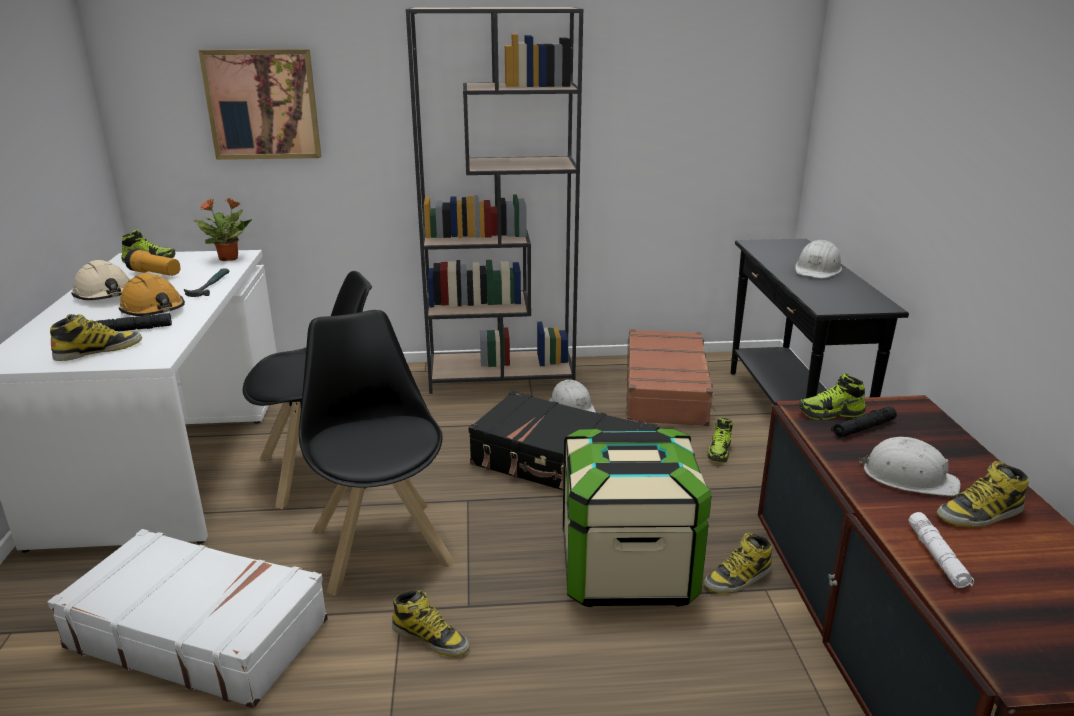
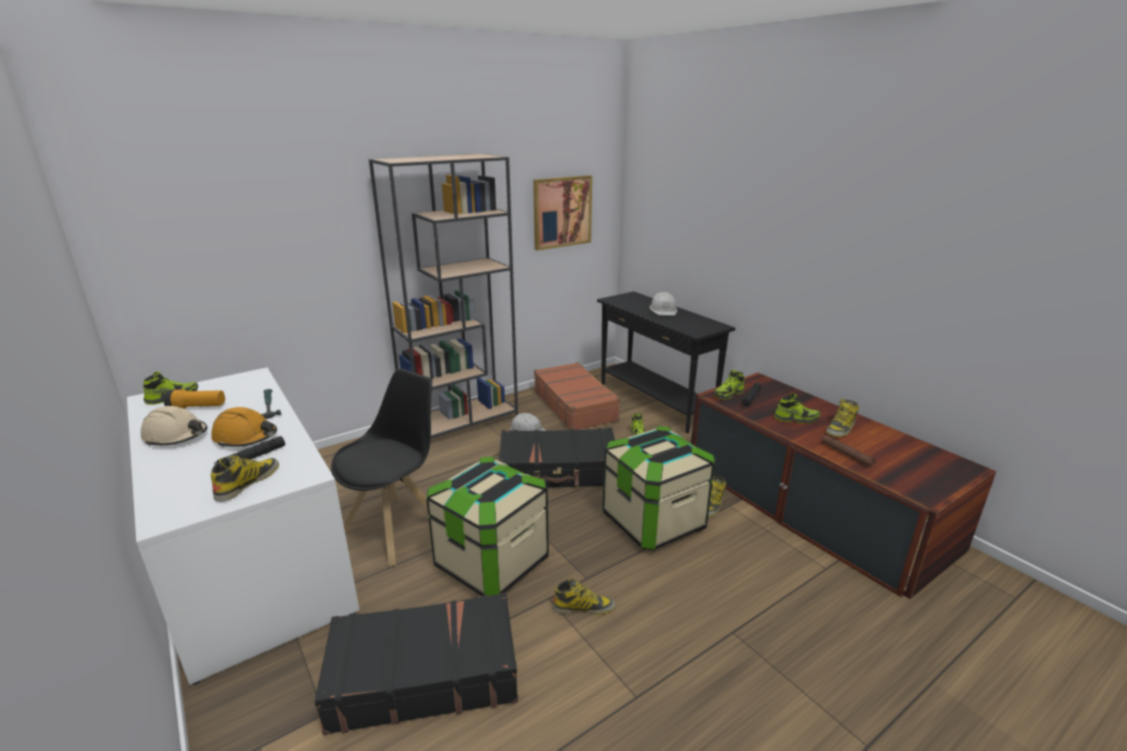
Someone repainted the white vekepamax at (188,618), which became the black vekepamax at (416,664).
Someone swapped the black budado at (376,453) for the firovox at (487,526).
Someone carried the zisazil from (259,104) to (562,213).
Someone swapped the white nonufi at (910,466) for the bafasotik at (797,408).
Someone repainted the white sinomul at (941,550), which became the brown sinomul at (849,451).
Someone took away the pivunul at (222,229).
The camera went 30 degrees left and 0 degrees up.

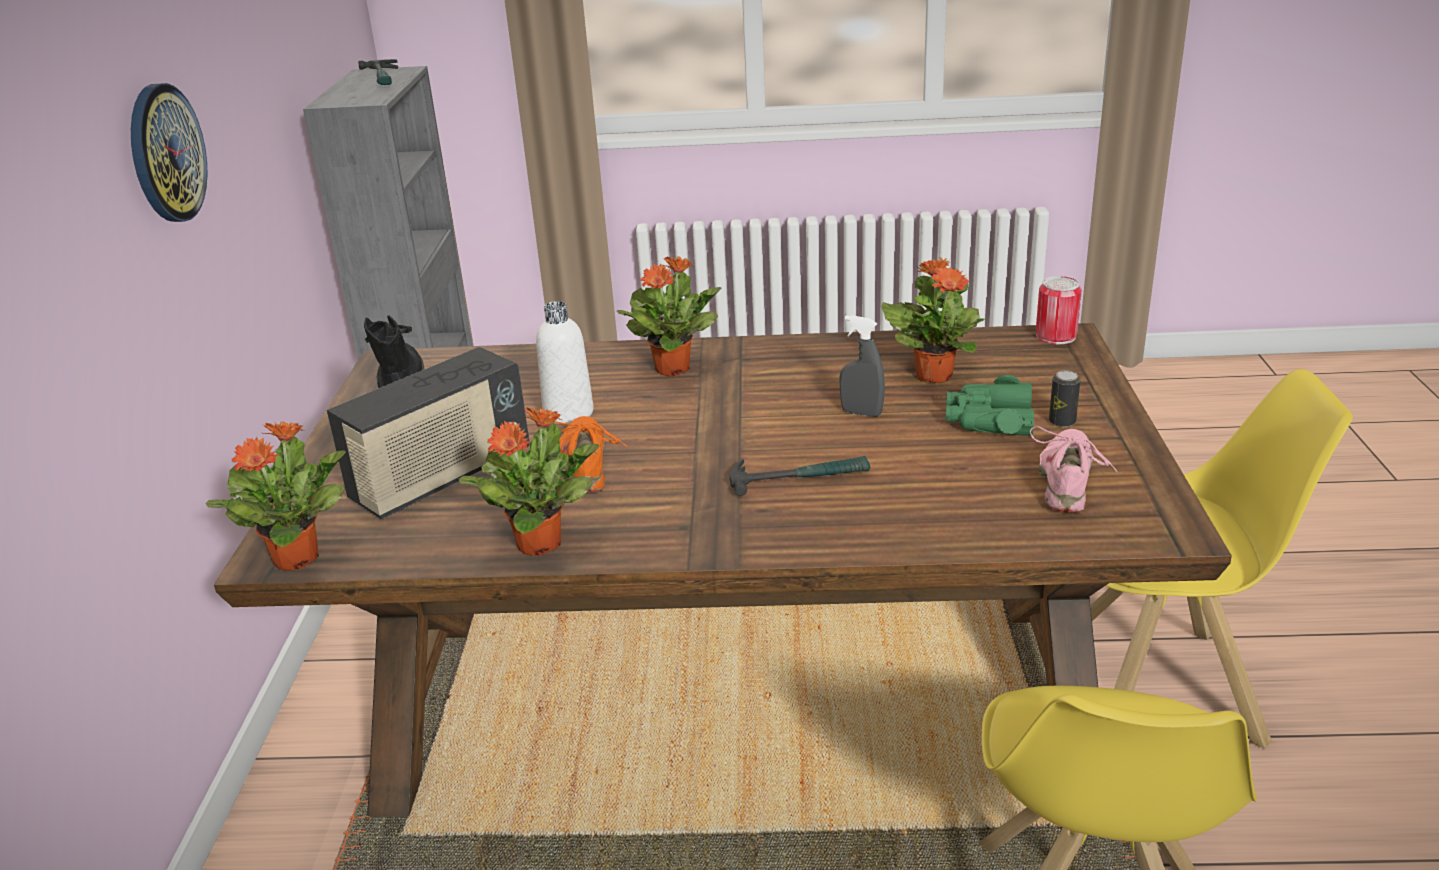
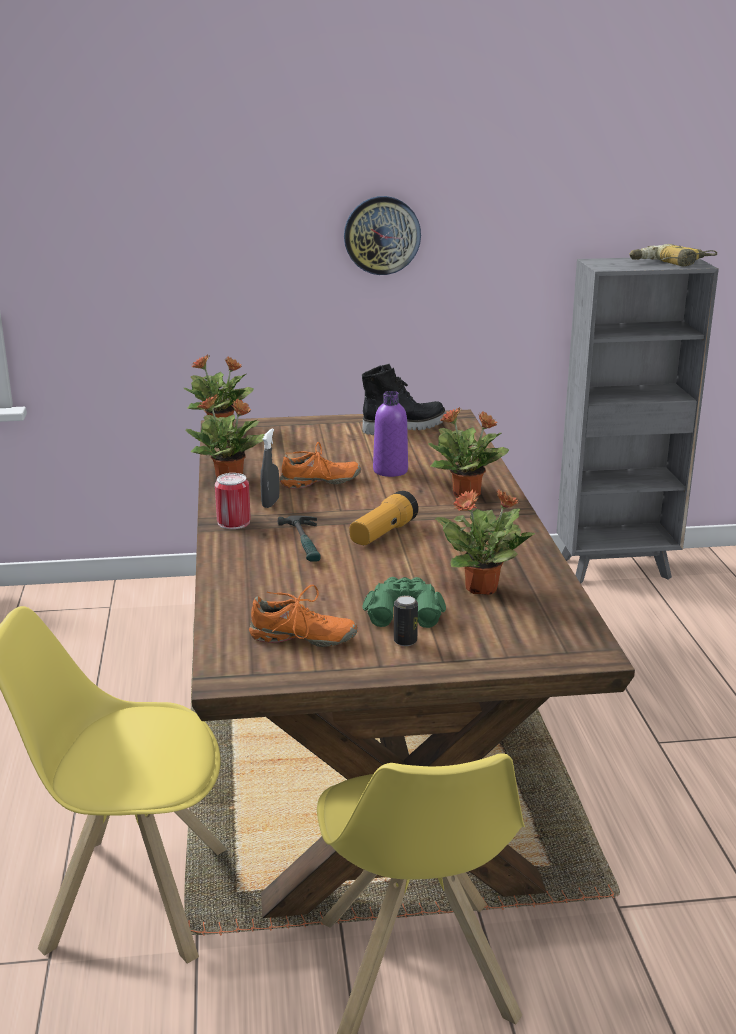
Someone carried the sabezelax from (1059,310) to (233,501).
Someone repainted the pink bafasotik at (1073,469), which became the orange bafasotik at (303,616).
Someone carried the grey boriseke from (862,366) to (269,468).
Someone put down the sinomul at (384,518).
Someone repainted the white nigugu at (565,362), which became the purple nigugu at (390,434).
Someone swapped the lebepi at (378,72) for the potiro at (673,255).
Someone took away the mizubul at (428,433).
The camera went 80 degrees right and 5 degrees down.

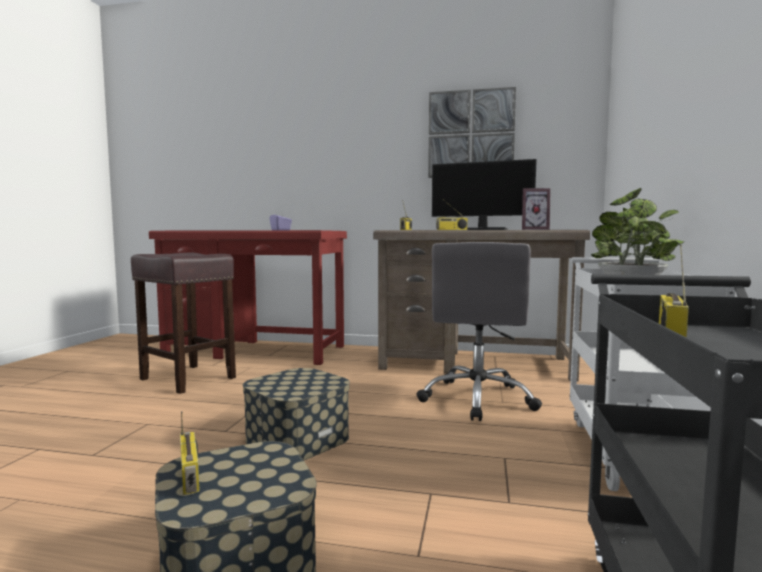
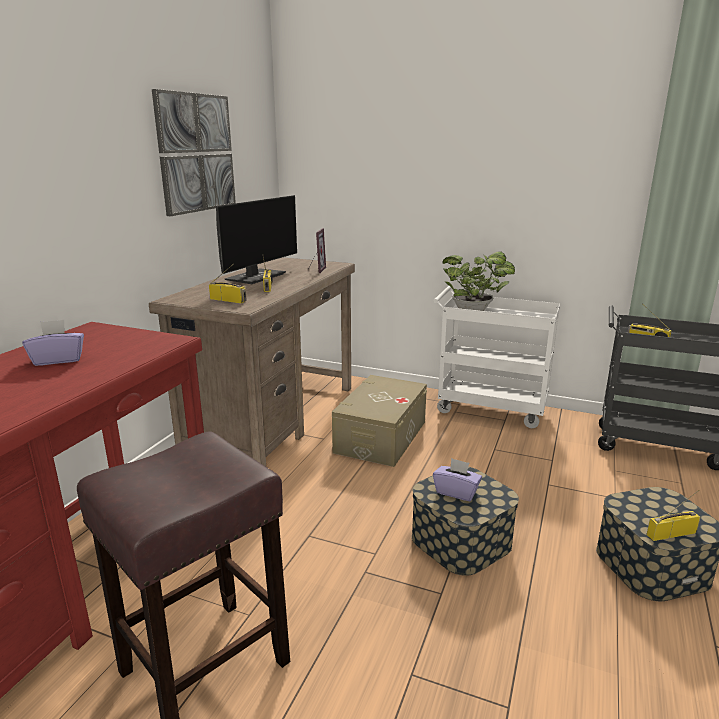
Someone swapped the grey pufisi at (479,331) for the beige firovox at (379,421).
Someone put down the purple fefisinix at (457,479).
The camera went 80 degrees left and 15 degrees up.

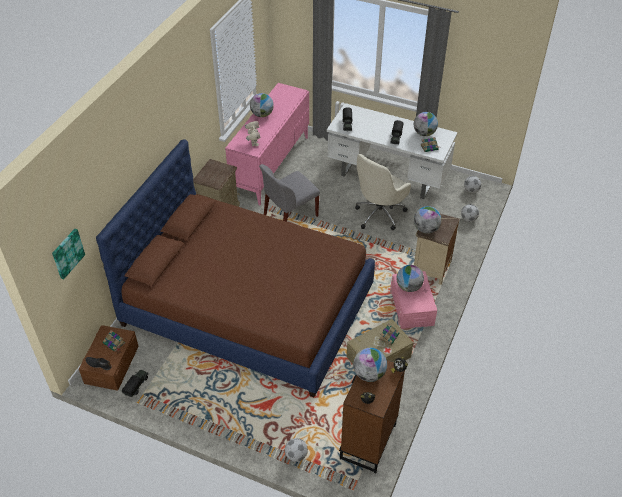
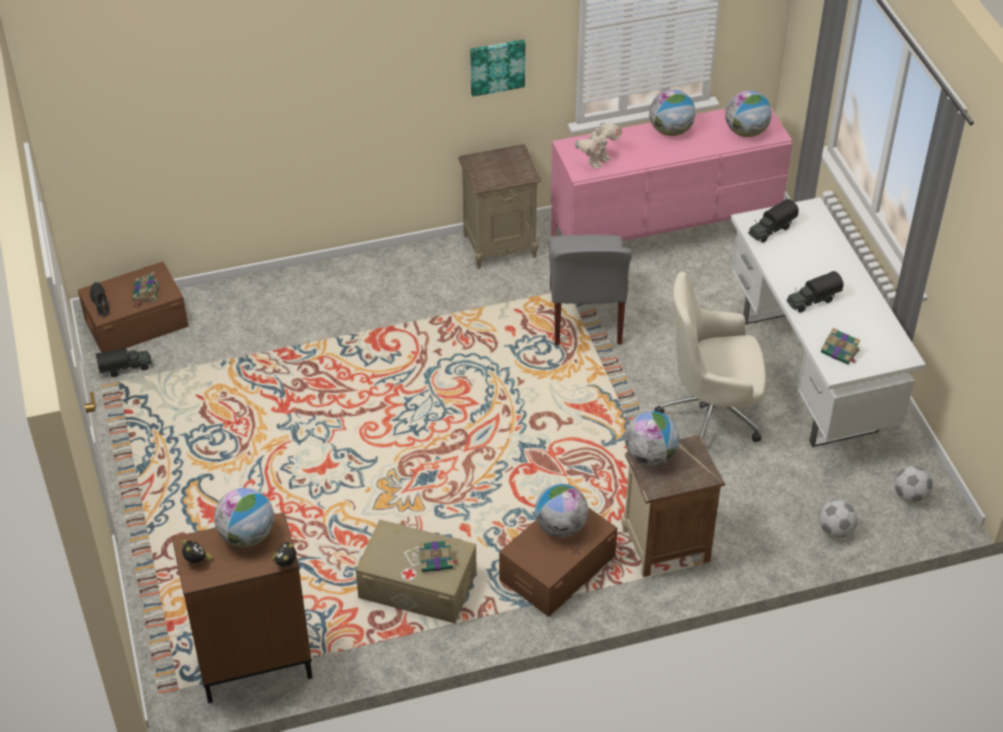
Someone carried the zisazil from (68,254) to (497,68).
Someone repainted the pink firovox at (413,300), which became the brown firovox at (558,562).
Someone rotated the grey budado at (289,193) by 105 degrees counterclockwise.
Someone carried the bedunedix from (426,124) to (748,114).
Someone took away the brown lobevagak at (235,268).
Someone took away the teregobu at (296,450).
The camera went 50 degrees right and 0 degrees up.

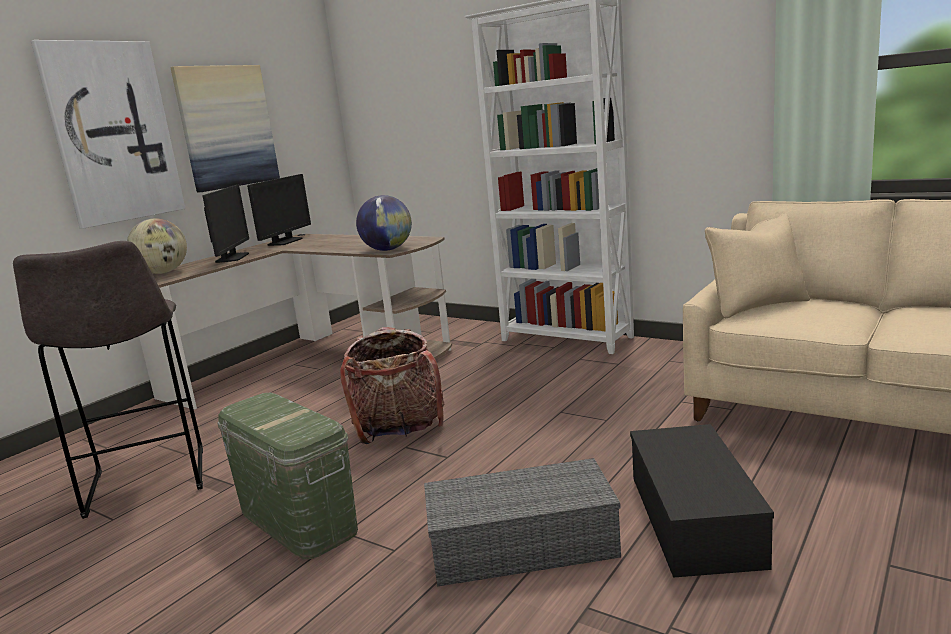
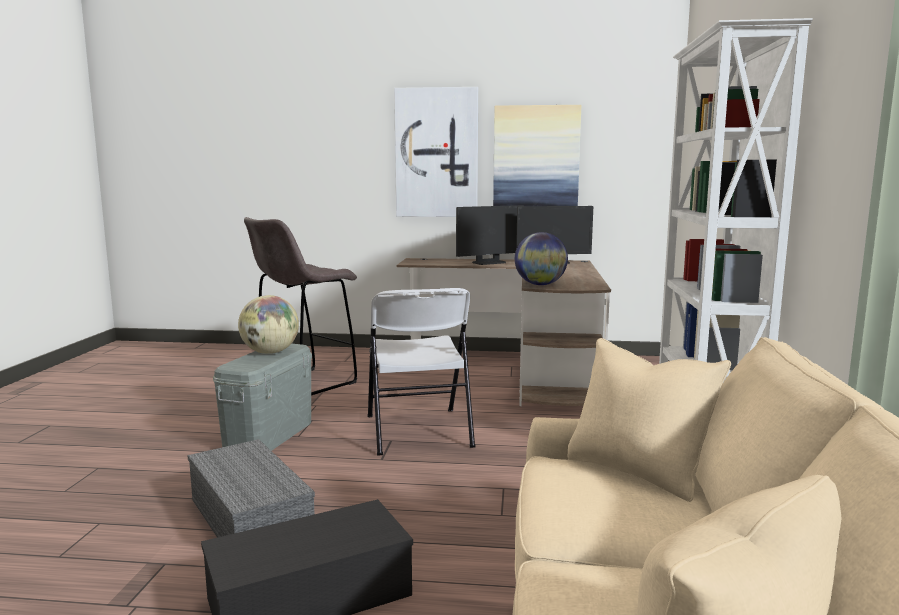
Someone repainted the green firovox at (287,476), which became the grey firovox at (262,397).
Someone carried the bedunedix from (157,246) to (268,324).
Someone swapped the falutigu at (392,385) for the white budado at (421,372).
The camera went 60 degrees right and 5 degrees down.

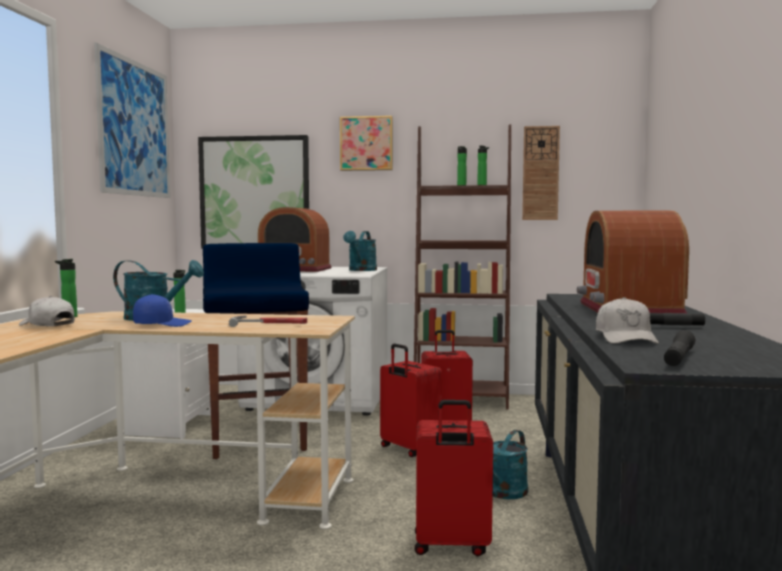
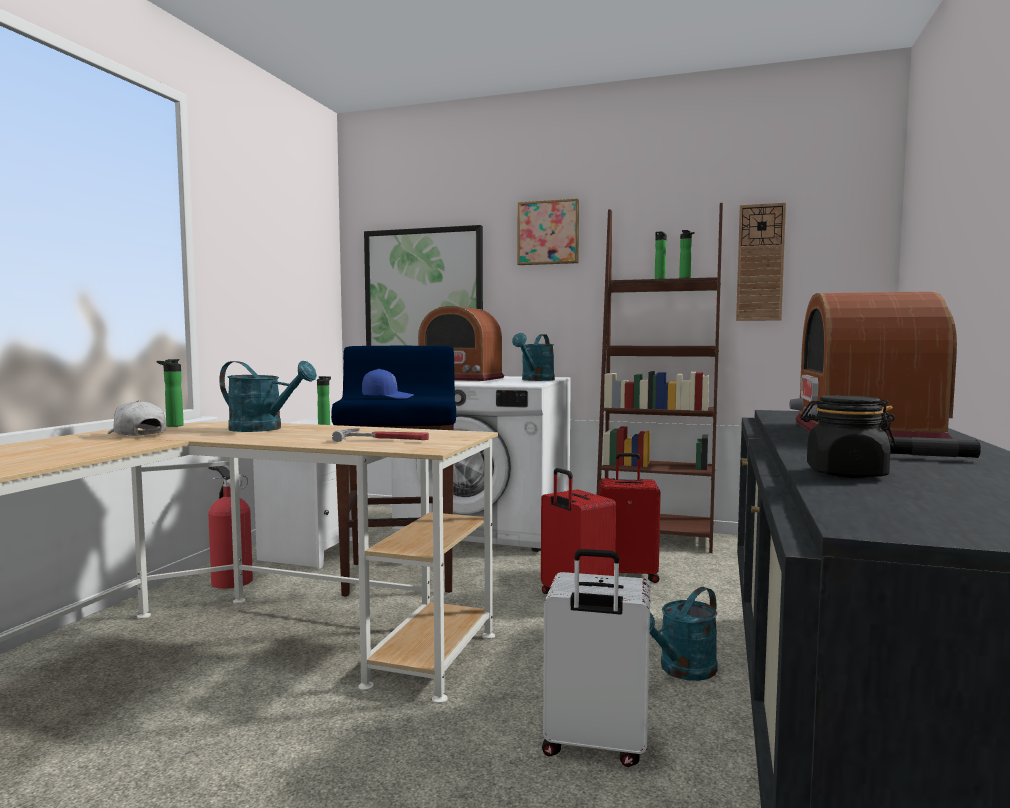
Someone put down the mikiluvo at (230,527).
Someone carried the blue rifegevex from (162,310) to (388,384).
Someone repainted the red vekepamax at (454,478), which became the white vekepamax at (596,658).
Someone swapped the white rifegevex at (627,320) for the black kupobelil at (848,436).
Someone took away the zisazil at (132,120).
Someone took away the black sinomul at (680,348).
The camera went 10 degrees right and 0 degrees up.

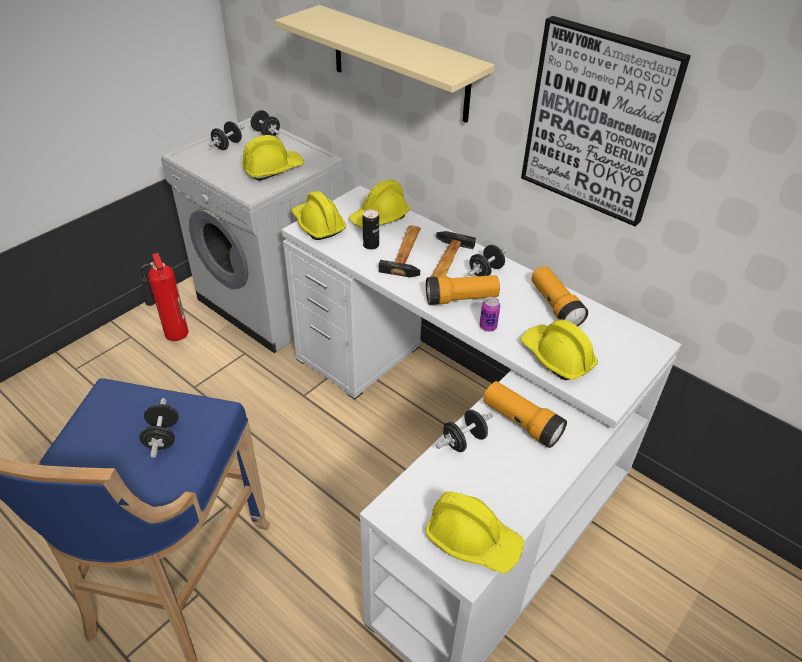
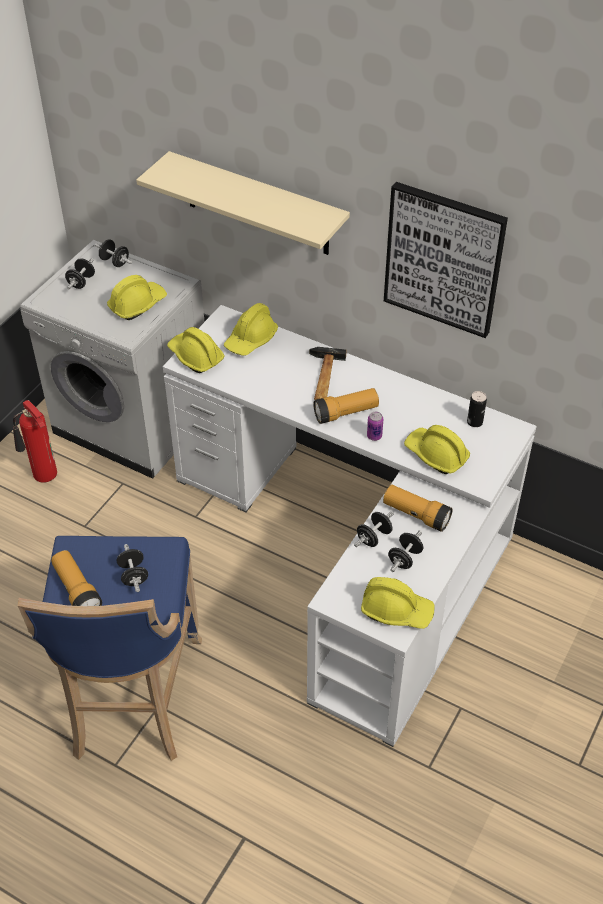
Someone carried the sinomul from (560,296) to (76,578).
Someone carried the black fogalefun from (487,260) to (406,551).
Someone carried the sabezelax from (370,229) to (477,409).
Someone took away the lebepi at (399,251).
The camera went 10 degrees left and 5 degrees up.

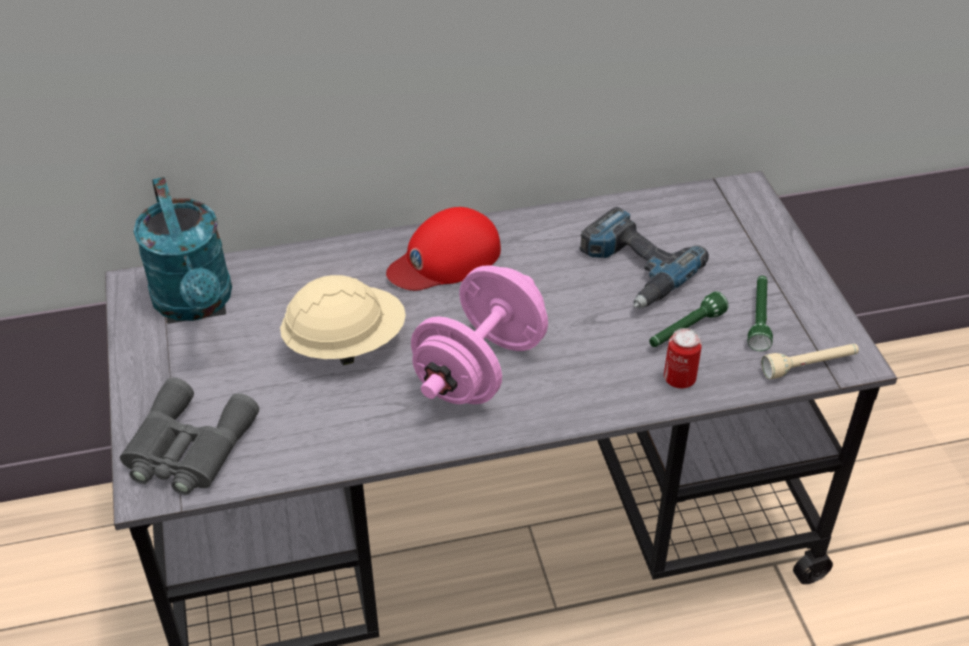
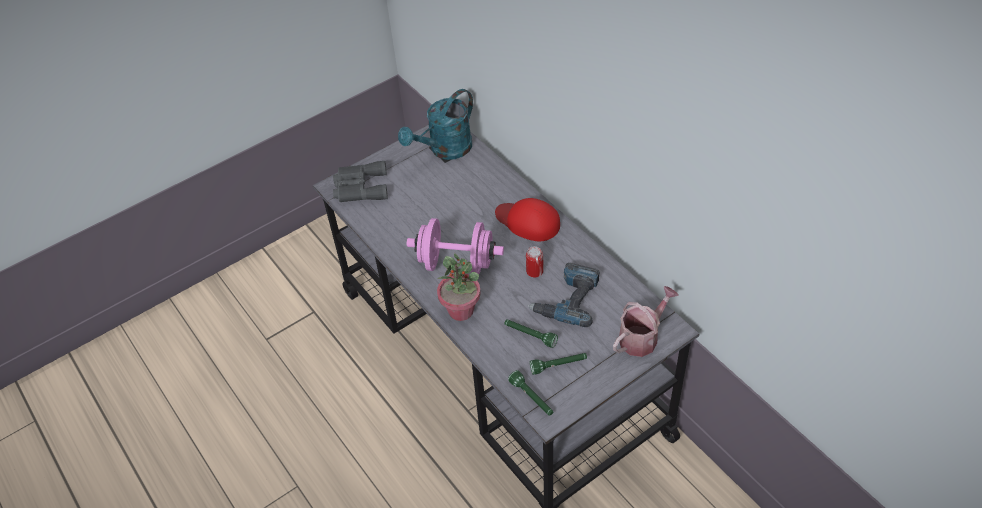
Someone put down the pivunul at (459,287).
Someone repainted the beige sinomul at (810,361), which became the green sinomul at (530,393).
Someone carried the sabezelax from (683,358) to (535,261).
Someone put down the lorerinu at (646,321).
Someone took away the beige nonufi at (343,320).
The camera went 70 degrees right and 5 degrees up.

